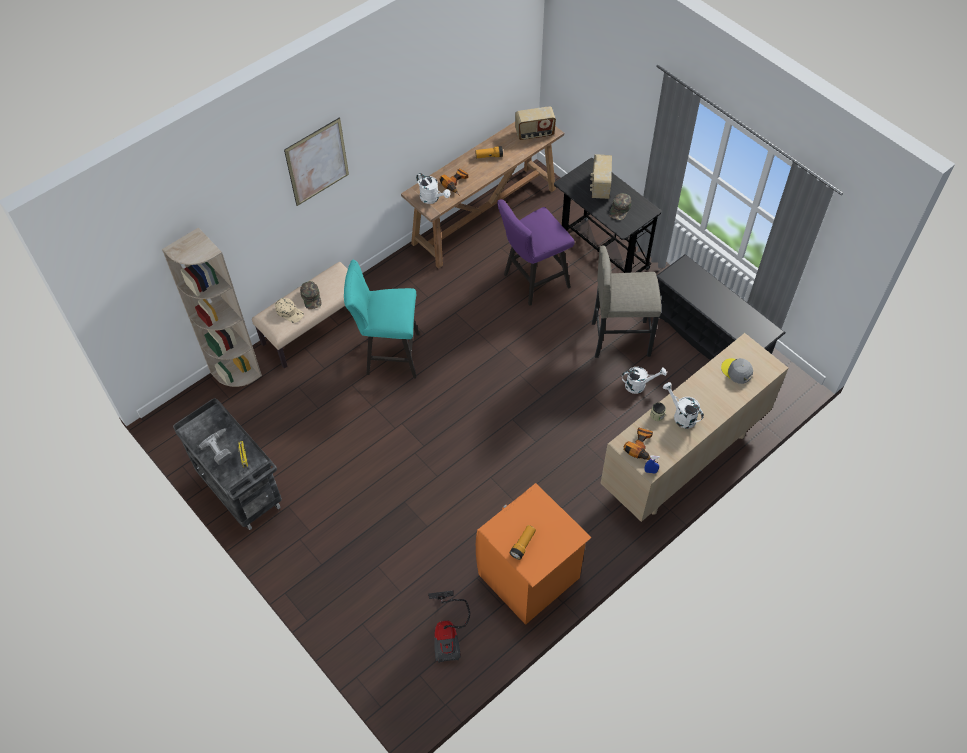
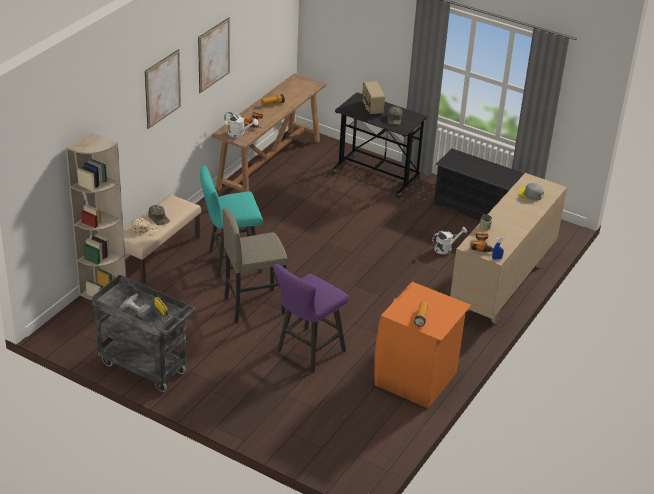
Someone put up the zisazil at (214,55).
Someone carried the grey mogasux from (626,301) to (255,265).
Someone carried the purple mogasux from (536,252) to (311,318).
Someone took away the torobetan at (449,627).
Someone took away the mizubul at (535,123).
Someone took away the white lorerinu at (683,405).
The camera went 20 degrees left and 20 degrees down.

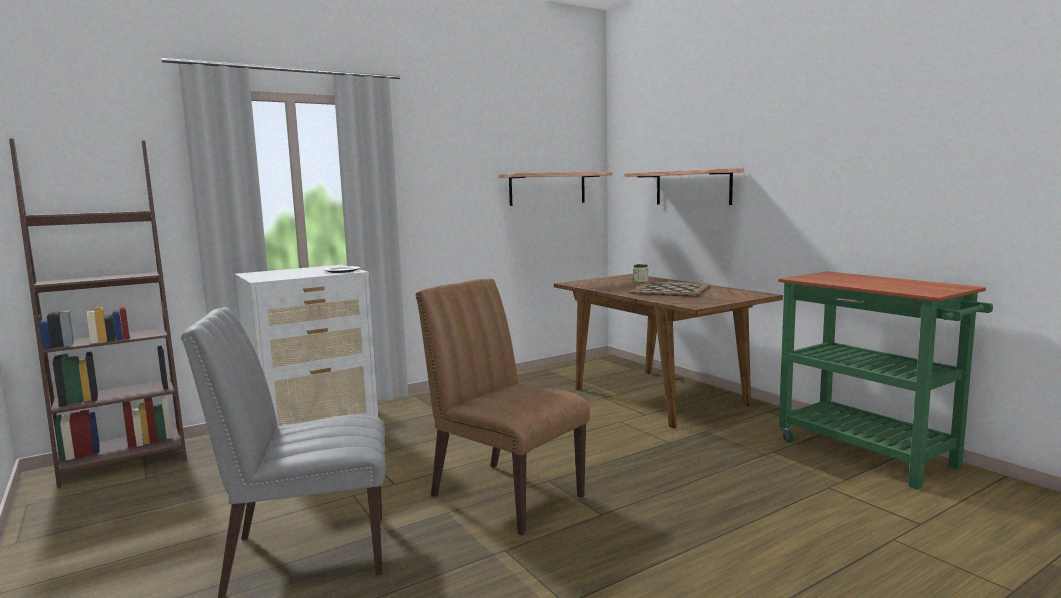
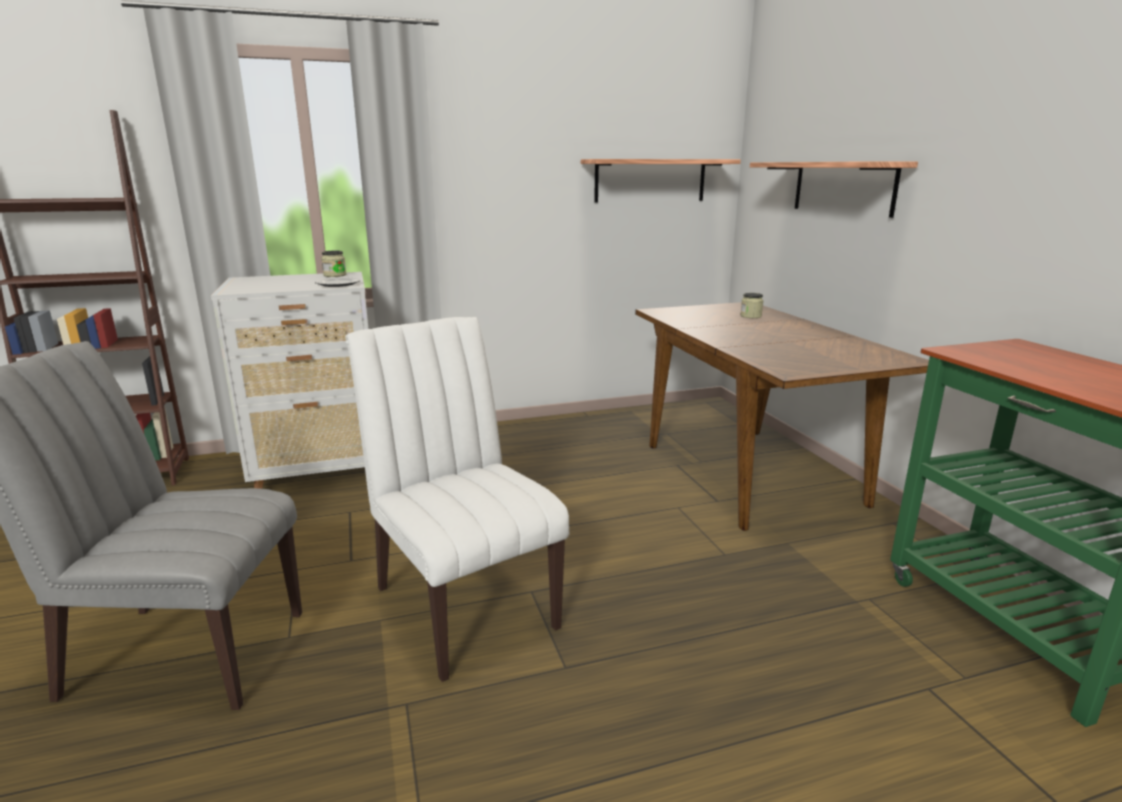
Someone put down the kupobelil at (333,264).
Someone repainted the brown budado at (502,407), which became the white budado at (457,499).
Someone took away the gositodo at (670,289).
The camera went 15 degrees right and 10 degrees up.

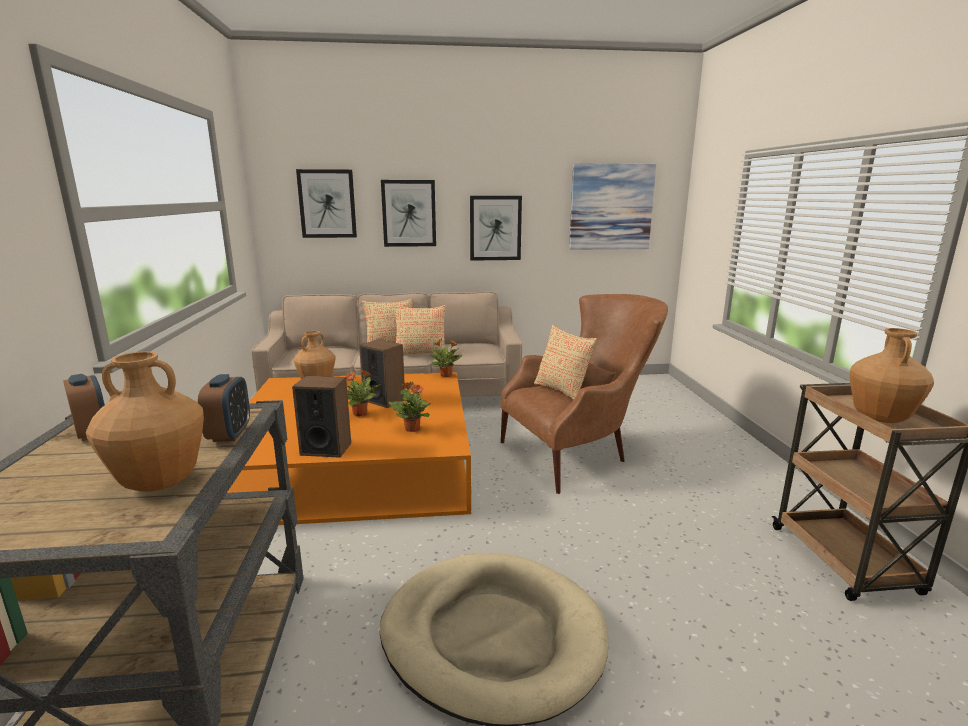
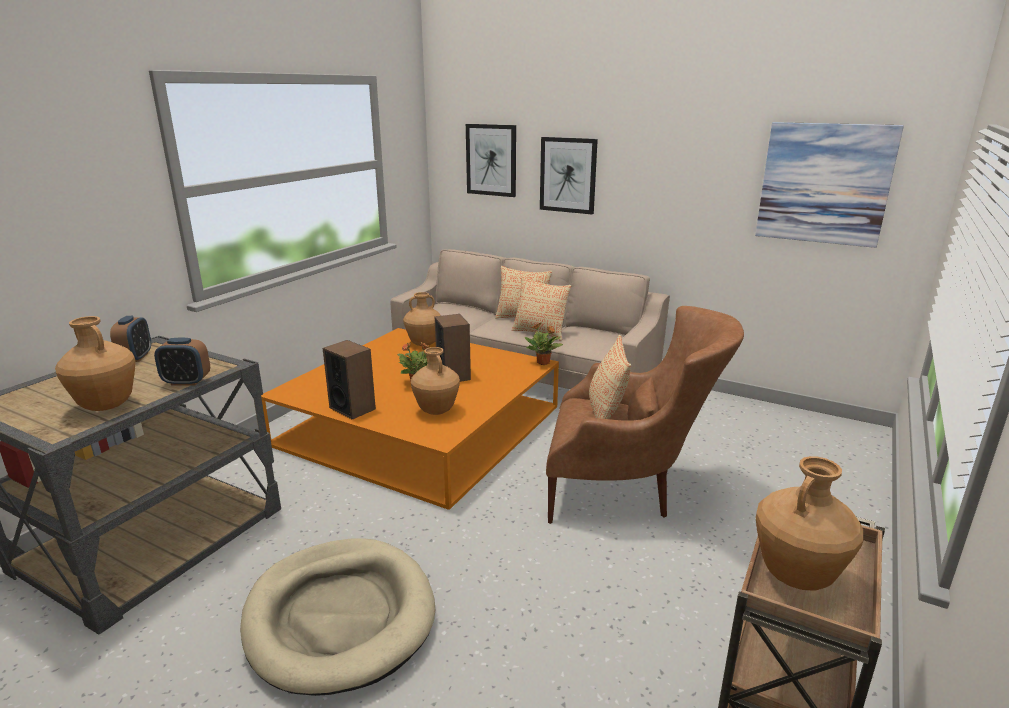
Someone rotated the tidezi at (224,408) by 60 degrees clockwise.
Someone swapped the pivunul at (410,406) for the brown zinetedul at (435,381).
Someone took away the zisazil at (496,228).
The camera went 35 degrees right and 5 degrees up.

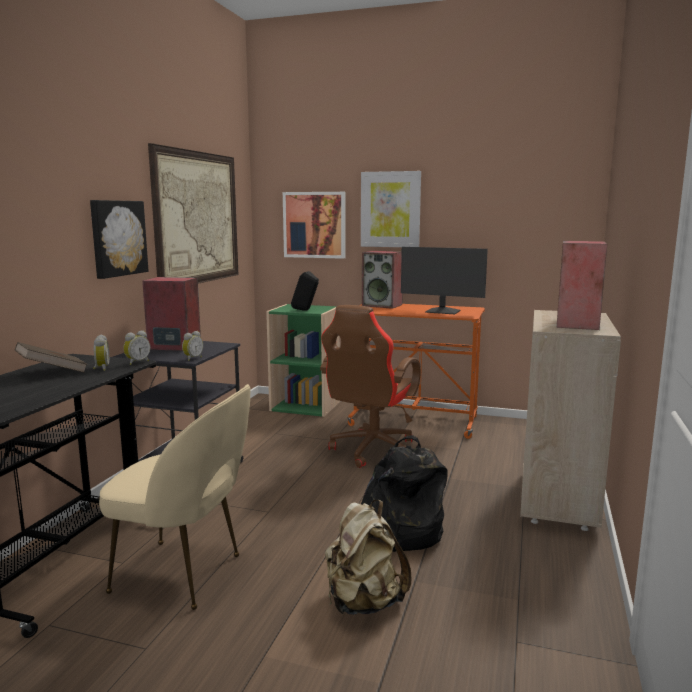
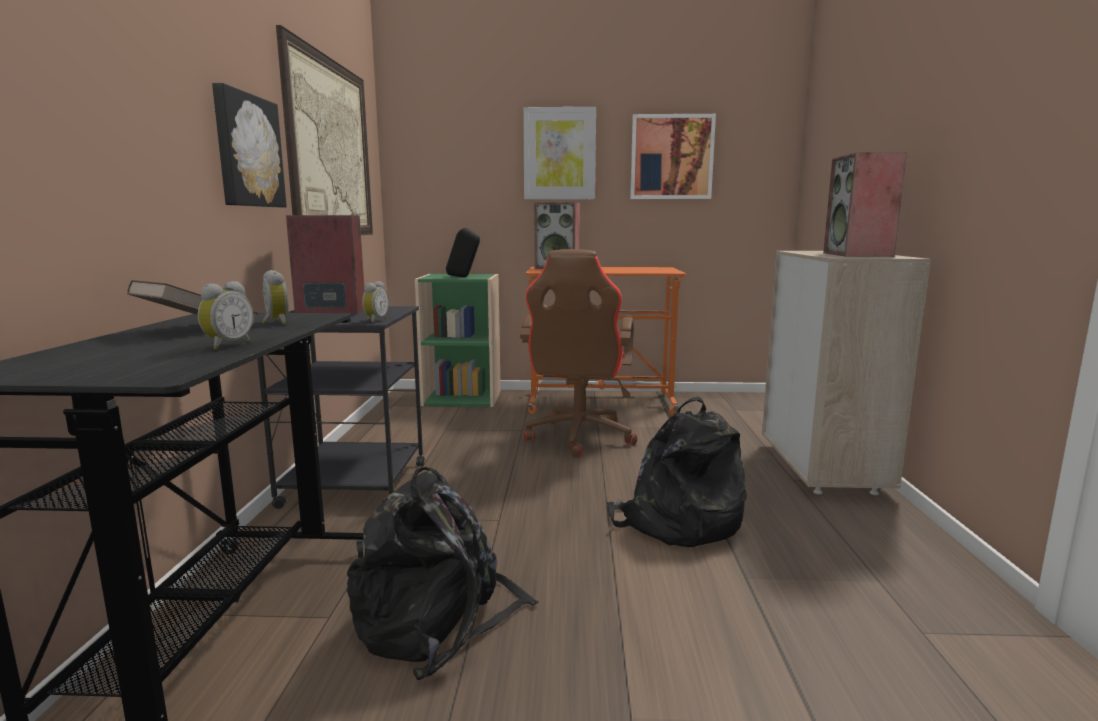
Someone carried the tidezi from (136,347) to (225,315).
Someone swapped the beige budado at (174,497) for the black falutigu at (442,573).
Someone carried the zisazil from (314,225) to (673,156).
Someone took away the beige falutigu at (368,557).
Someone took away the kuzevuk at (444,280).
The camera went 15 degrees left and 0 degrees up.

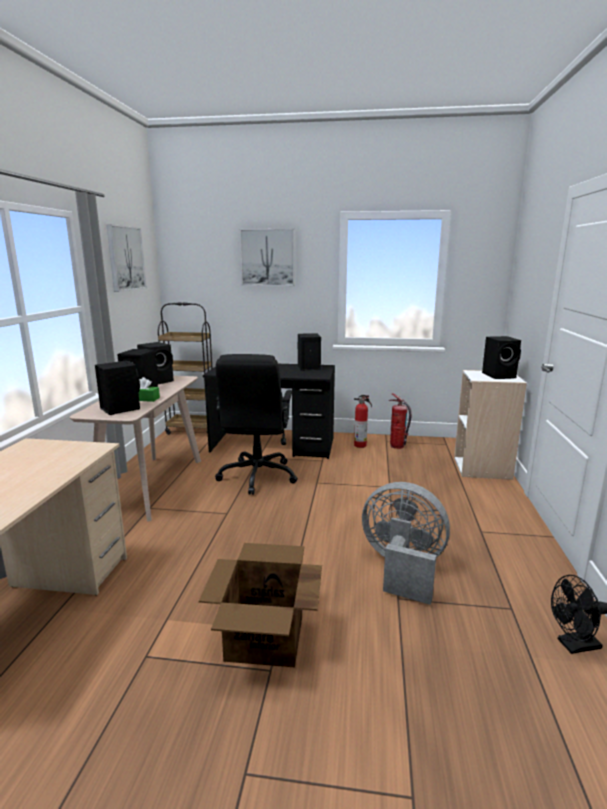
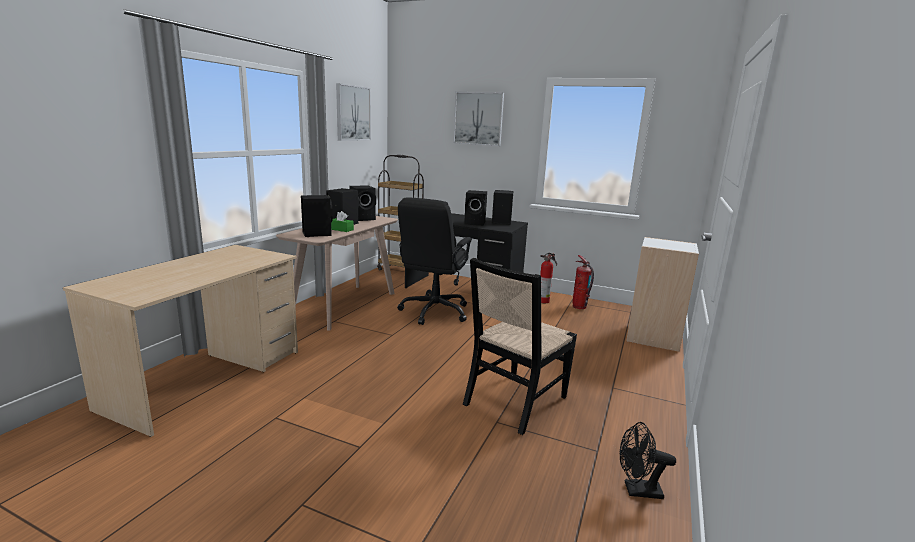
Someone swapped the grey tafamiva at (406,543) for the budado at (520,346).
Someone carried the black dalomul from (501,357) to (475,208).
Someone took away the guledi at (260,605).
The camera went 15 degrees right and 0 degrees up.

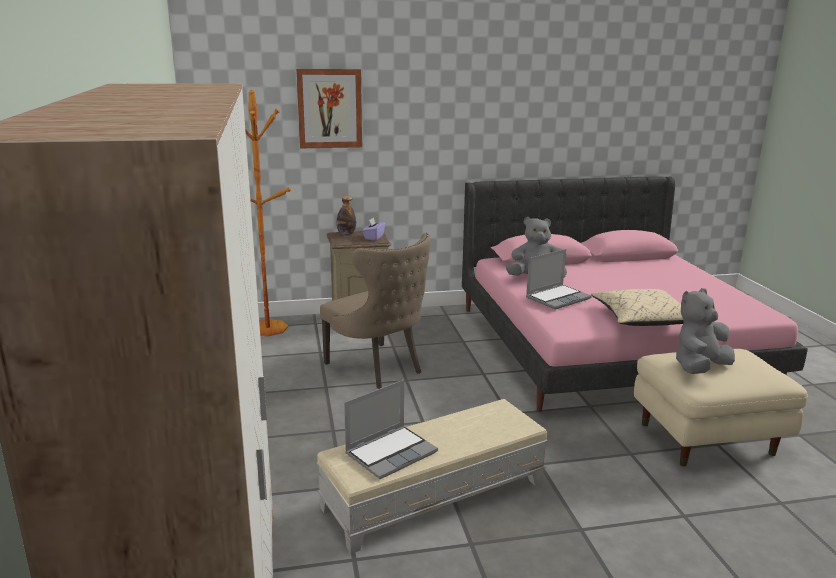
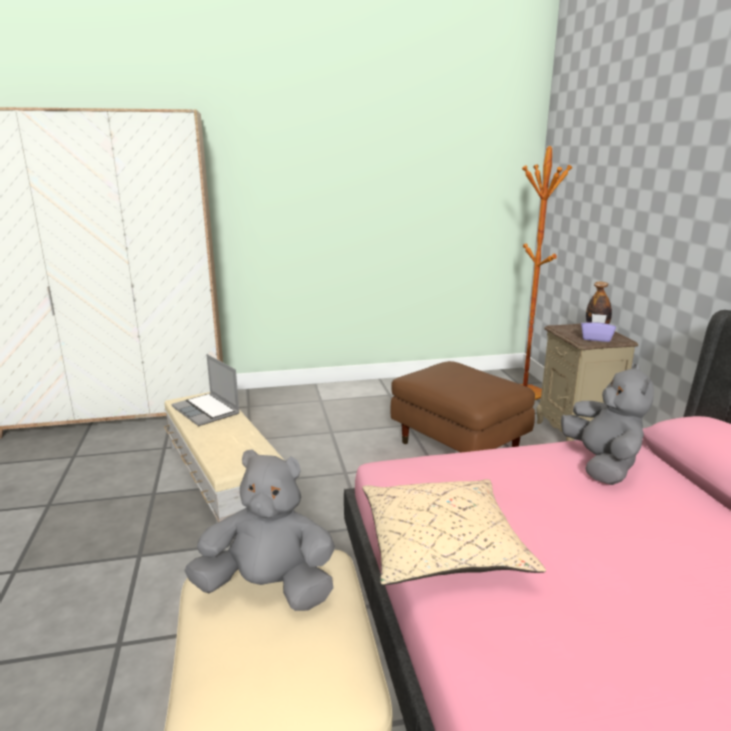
Someone rotated the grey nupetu at (705,331) by 45 degrees counterclockwise.
Someone swapped the beige budado at (375,311) for the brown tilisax at (463,407).
Someone took away the zisazil at (329,108).
Someone took away the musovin at (559,279).
The camera went 90 degrees right and 0 degrees up.

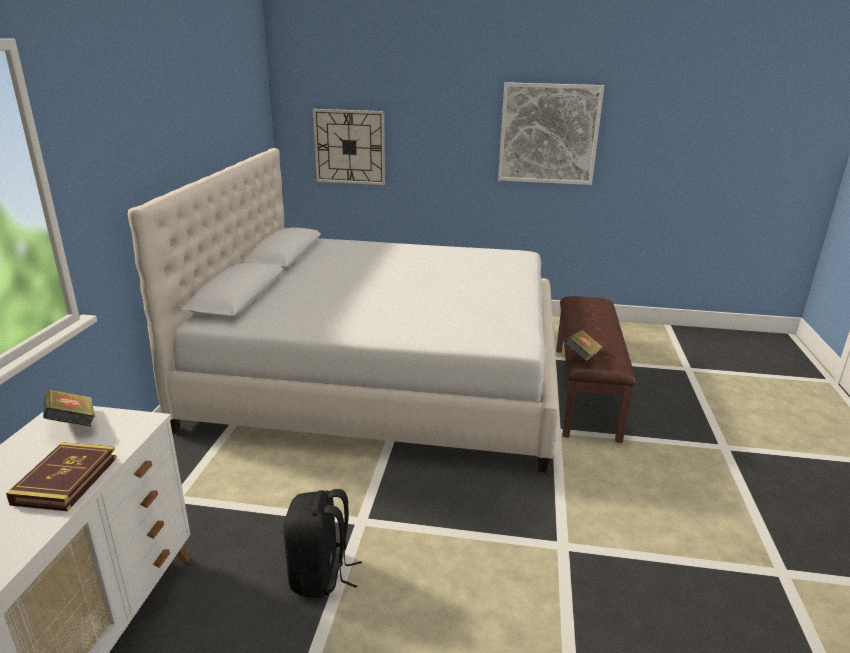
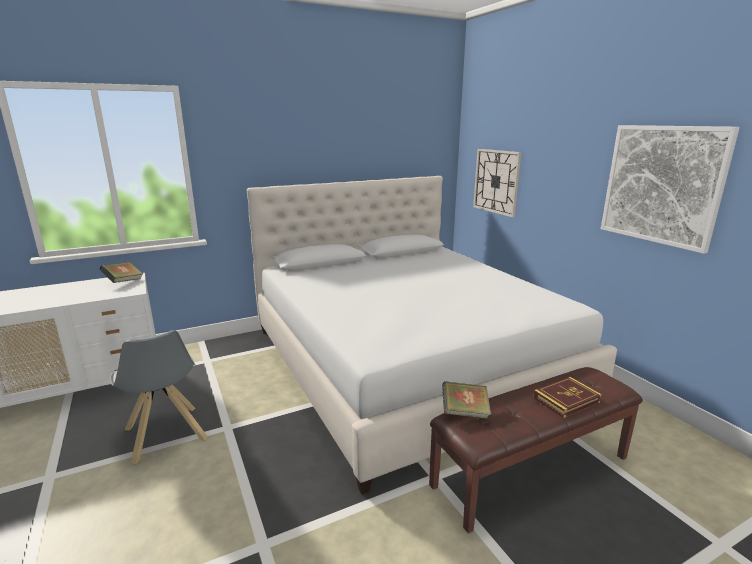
Someone swapped the black falutigu at (323,543) for the grey budado at (159,397).
Someone carried the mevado from (61,476) to (567,397).
The camera went 55 degrees right and 5 degrees down.

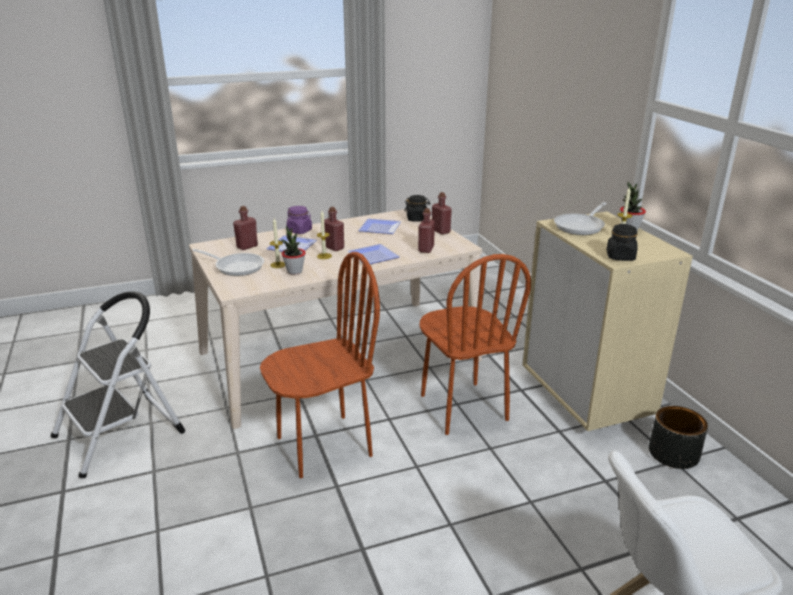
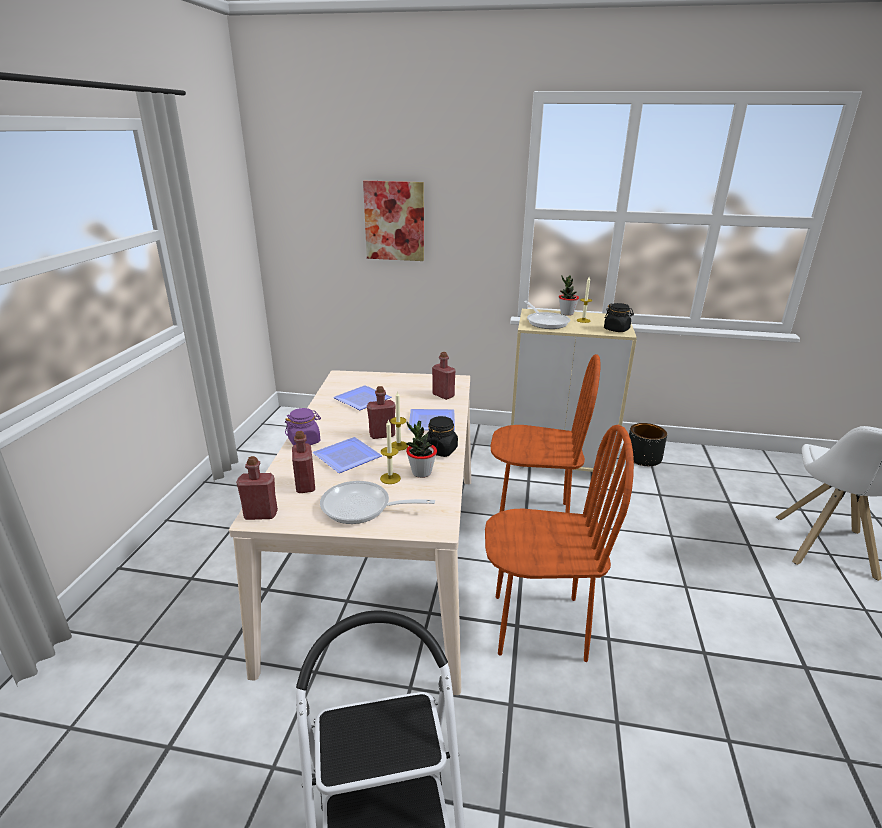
Someone carried the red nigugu from (442,213) to (257,488).
Someone rotated the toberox at (228,262) by 135 degrees counterclockwise.
Someone put up the zisazil at (393,221).
Someone carried the black kupobelil from (417,208) to (442,436).
Someone rotated the brown budado at (320,365) by 90 degrees clockwise.
The camera went 60 degrees left and 0 degrees up.

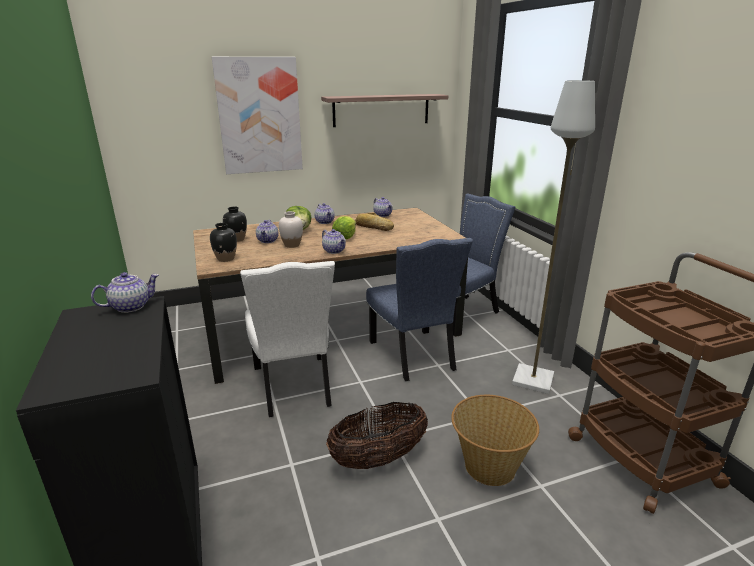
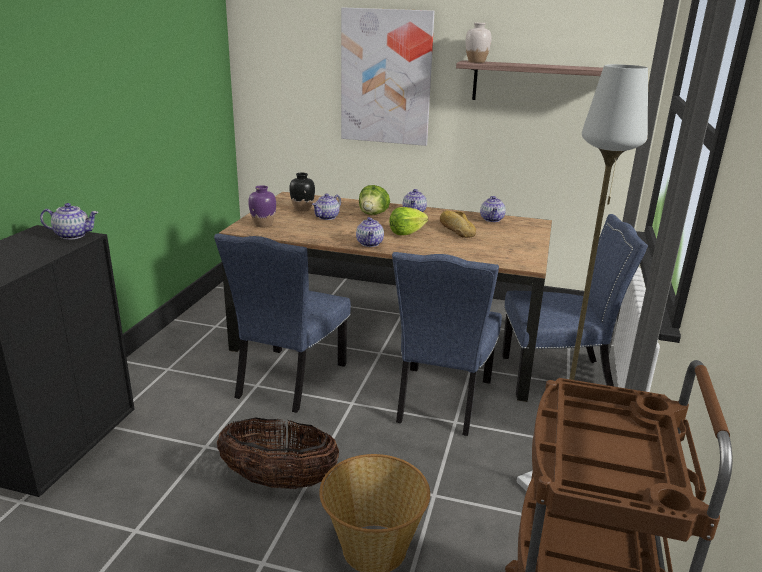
Someone repainted the white budado at (287,339), which became the blue budado at (282,323).
Someone repainted the black zinetedul at (223,242), which became the purple zinetedul at (262,206).
Someone carried the white zinetedul from (291,229) to (478,43).
The camera went 35 degrees right and 0 degrees up.

